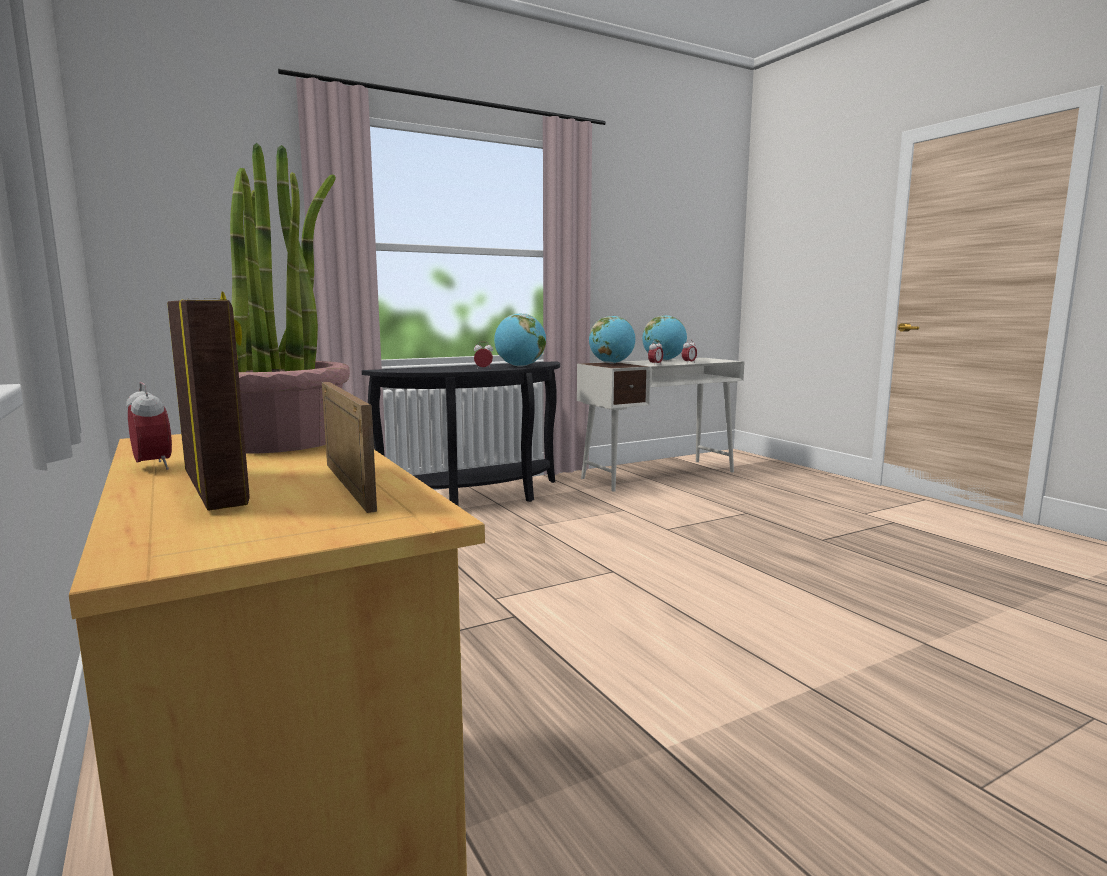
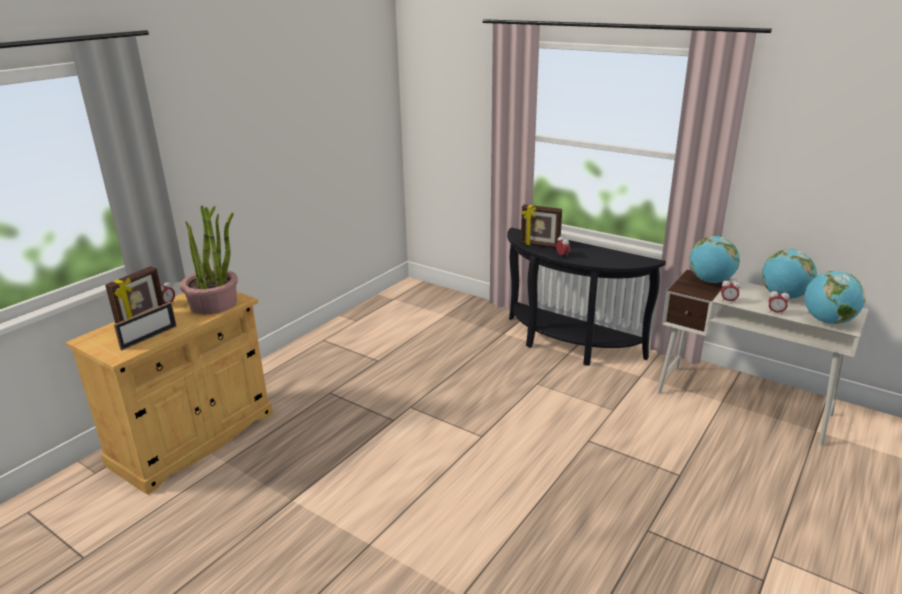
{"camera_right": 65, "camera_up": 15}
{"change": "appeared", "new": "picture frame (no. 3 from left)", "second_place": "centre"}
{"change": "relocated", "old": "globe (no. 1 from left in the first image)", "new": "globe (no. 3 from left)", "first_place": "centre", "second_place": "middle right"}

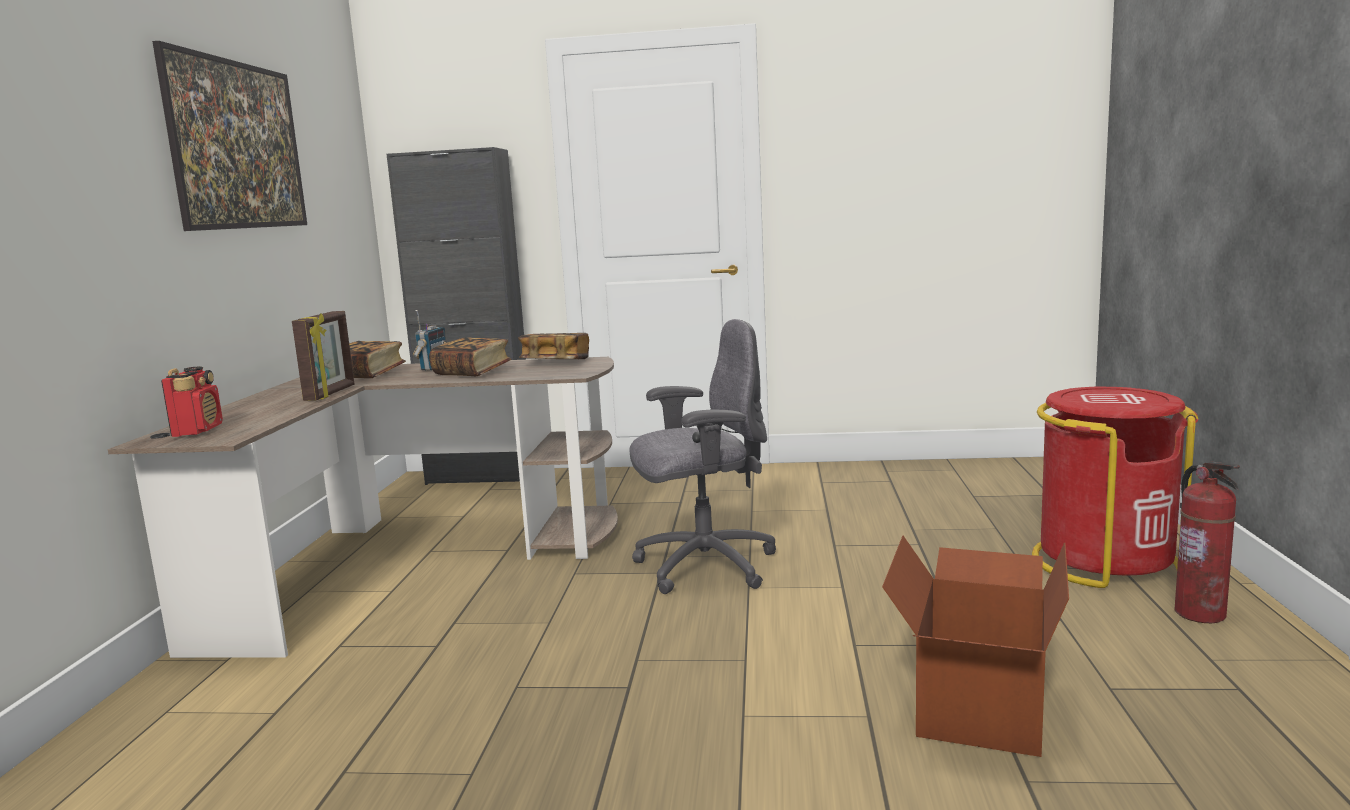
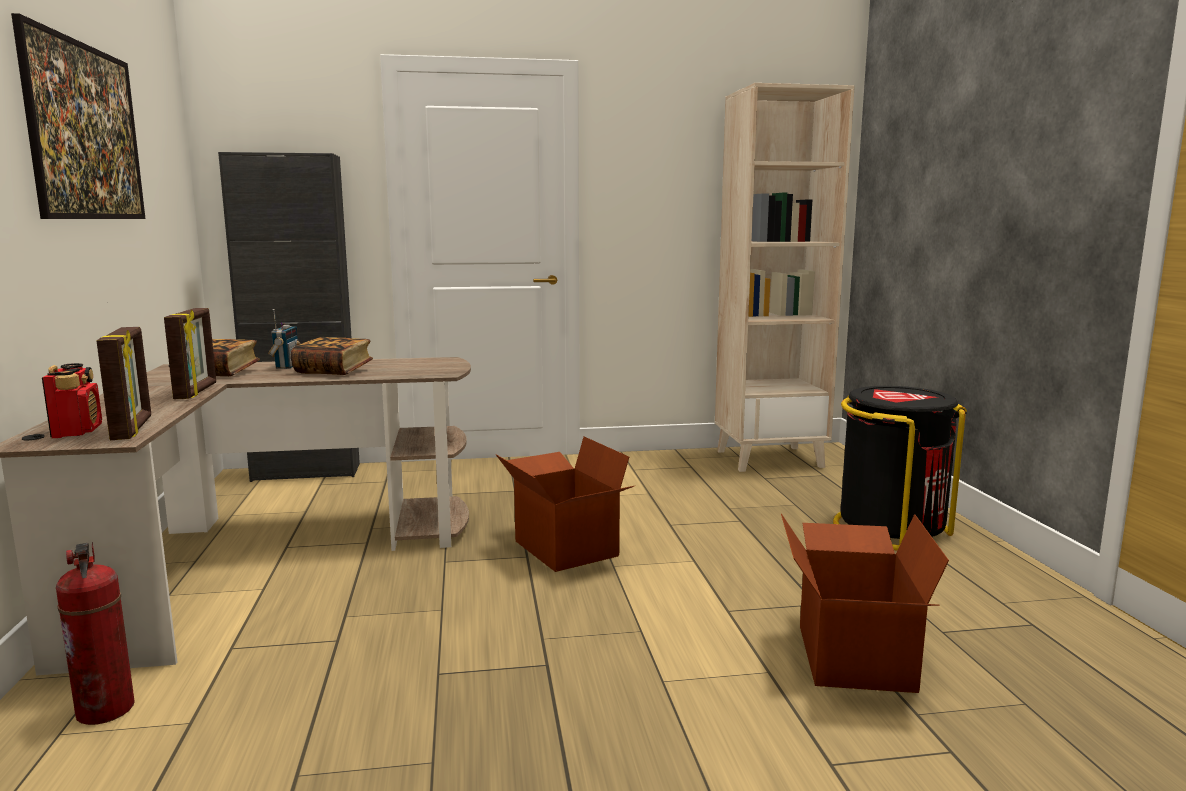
{"camera_right": -15, "camera_up": 0}
{"change": "missing", "old": "book (no. 3 from left)", "first_place": "centre"}
{"change": "appeared", "new": "picture frame (no. 1 from left)", "second_place": "middle left"}
{"change": "appeared", "new": "beige bookcase", "second_place": "centre"}
{"change": "relocated", "old": "fire extinguisher", "first_place": "bottom right", "second_place": "bottom left"}
{"change": "exchanged", "old": "grey office chair", "new": "cardboard box (no. 1 from left)", "first_place": "centre", "second_place": "centre"}
{"change": "colour", "old": "red trash can", "new": "black trash can", "first_place": "middle right", "second_place": "middle right"}

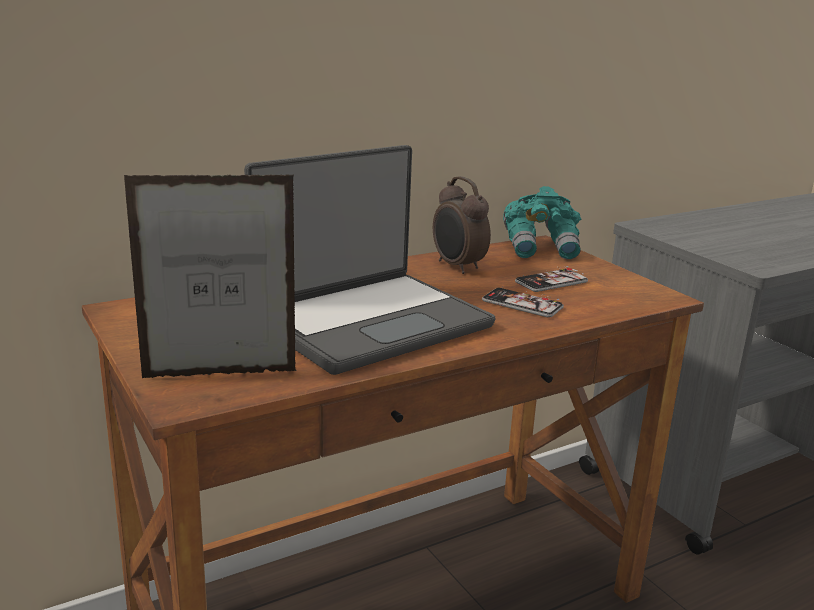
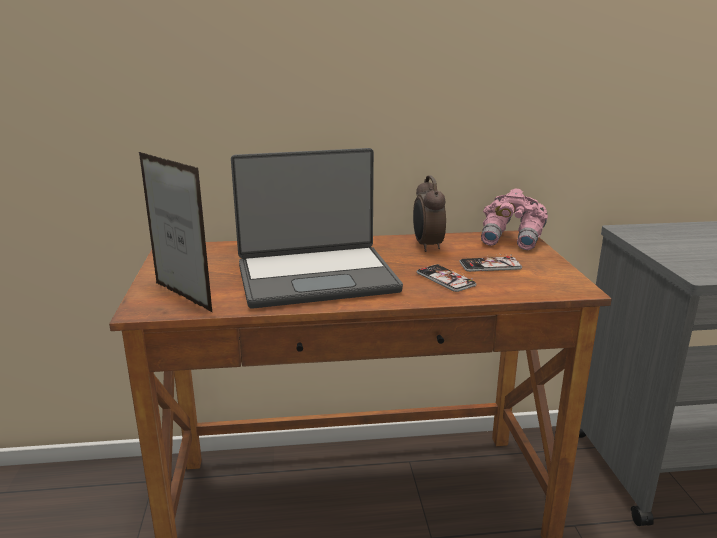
{"camera_right": 25, "camera_up": 0}
{"change": "colour", "old": "turquoise binoculars", "new": "pink binoculars", "first_place": "centre", "second_place": "middle right"}
{"change": "spun", "old": "picture frame", "first_place": "middle left", "second_place": "middle left", "degrees": -150}

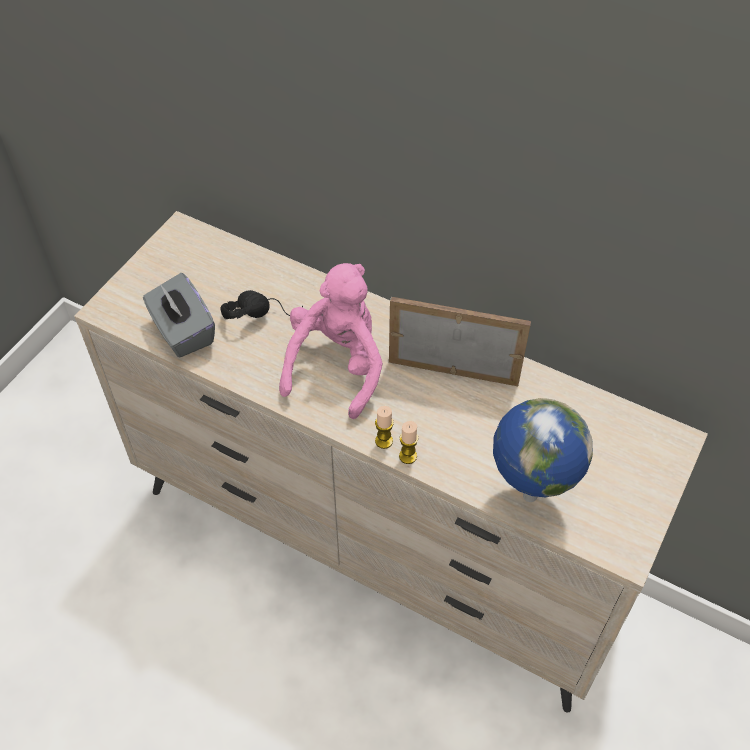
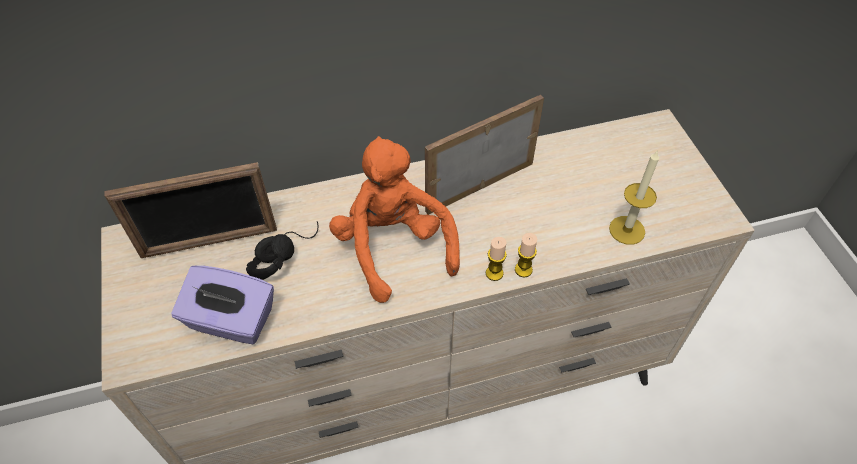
{"camera_right": -45, "camera_up": 0}
{"change": "appeared", "new": "picture frame (no. 1 from left)", "second_place": "middle left"}
{"change": "exchanged", "old": "globe", "new": "candle (no. 3 from left)", "first_place": "middle right", "second_place": "middle right"}
{"change": "colour", "old": "grey tissue box", "new": "purple tissue box", "first_place": "middle left", "second_place": "middle left"}
{"change": "colour", "old": "pink plush toy", "new": "orange plush toy", "first_place": "centre", "second_place": "centre"}

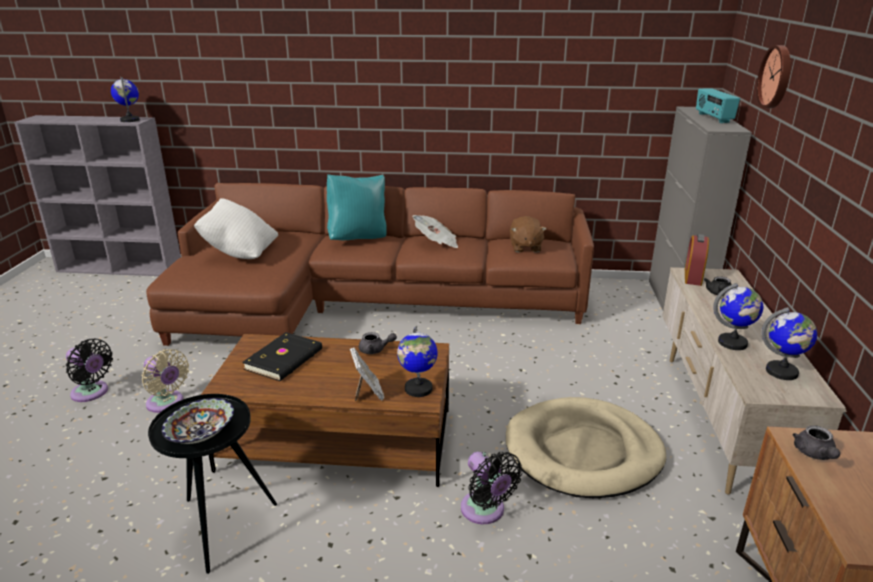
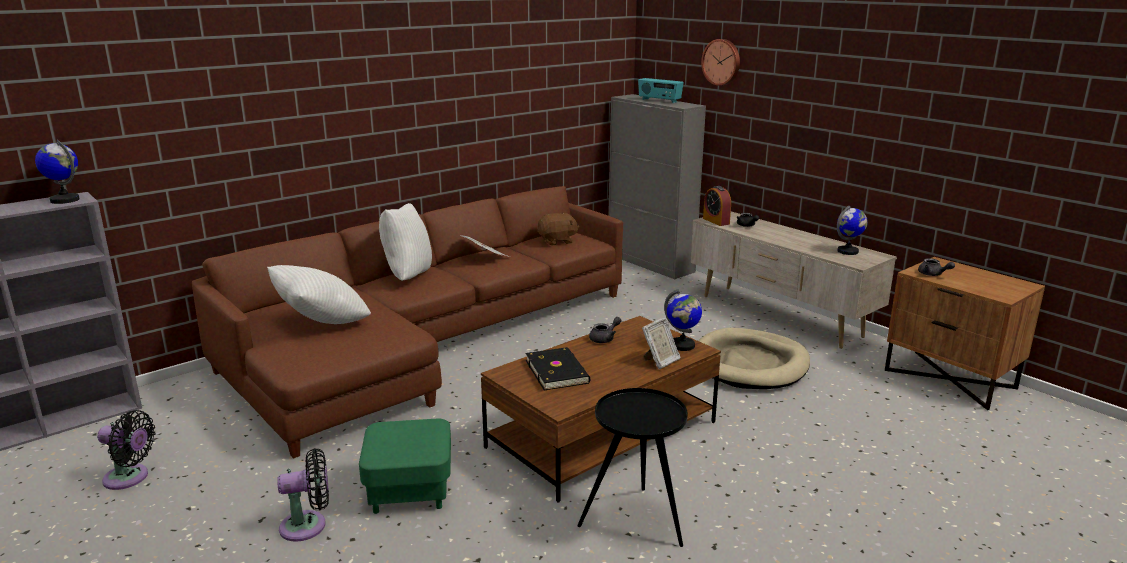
{"camera_right": -45, "camera_up": -5}
{"change": "missing", "old": "bowl", "first_place": "bottom left"}
{"change": "missing", "old": "globe (no. 3 from left)", "first_place": "middle right"}
{"change": "relocated", "old": "black fan (no. 2 from left in the first image)", "new": "black fan (no. 1 from left)", "first_place": "bottom centre", "second_place": "bottom left"}
{"change": "exchanged", "old": "beige fan", "new": "green ottoman", "first_place": "middle left", "second_place": "bottom centre"}
{"change": "colour", "old": "turquoise pillow", "new": "white pillow (no. 2 from left)", "first_place": "centre", "second_place": "centre"}
{"change": "spun", "old": "picture frame", "first_place": "centre", "second_place": "centre", "degrees": 105}
{"change": "spun", "old": "brown plush toy", "first_place": "centre", "second_place": "centre", "degrees": -60}

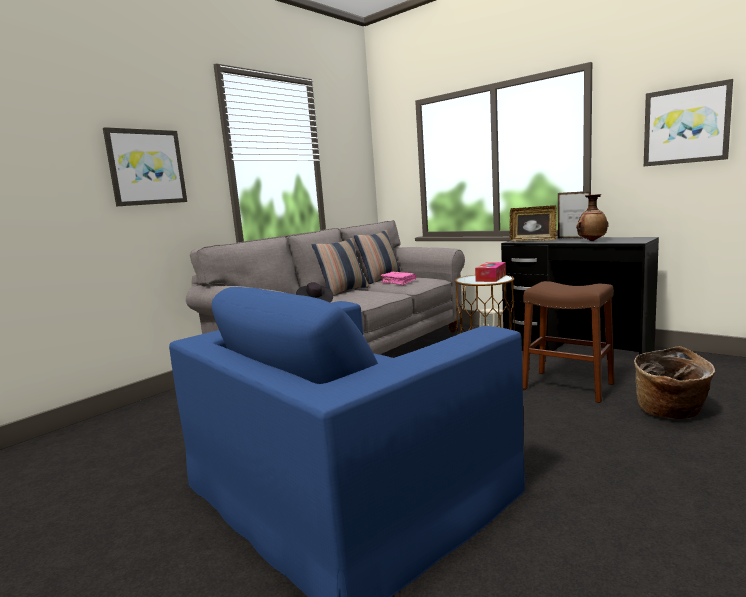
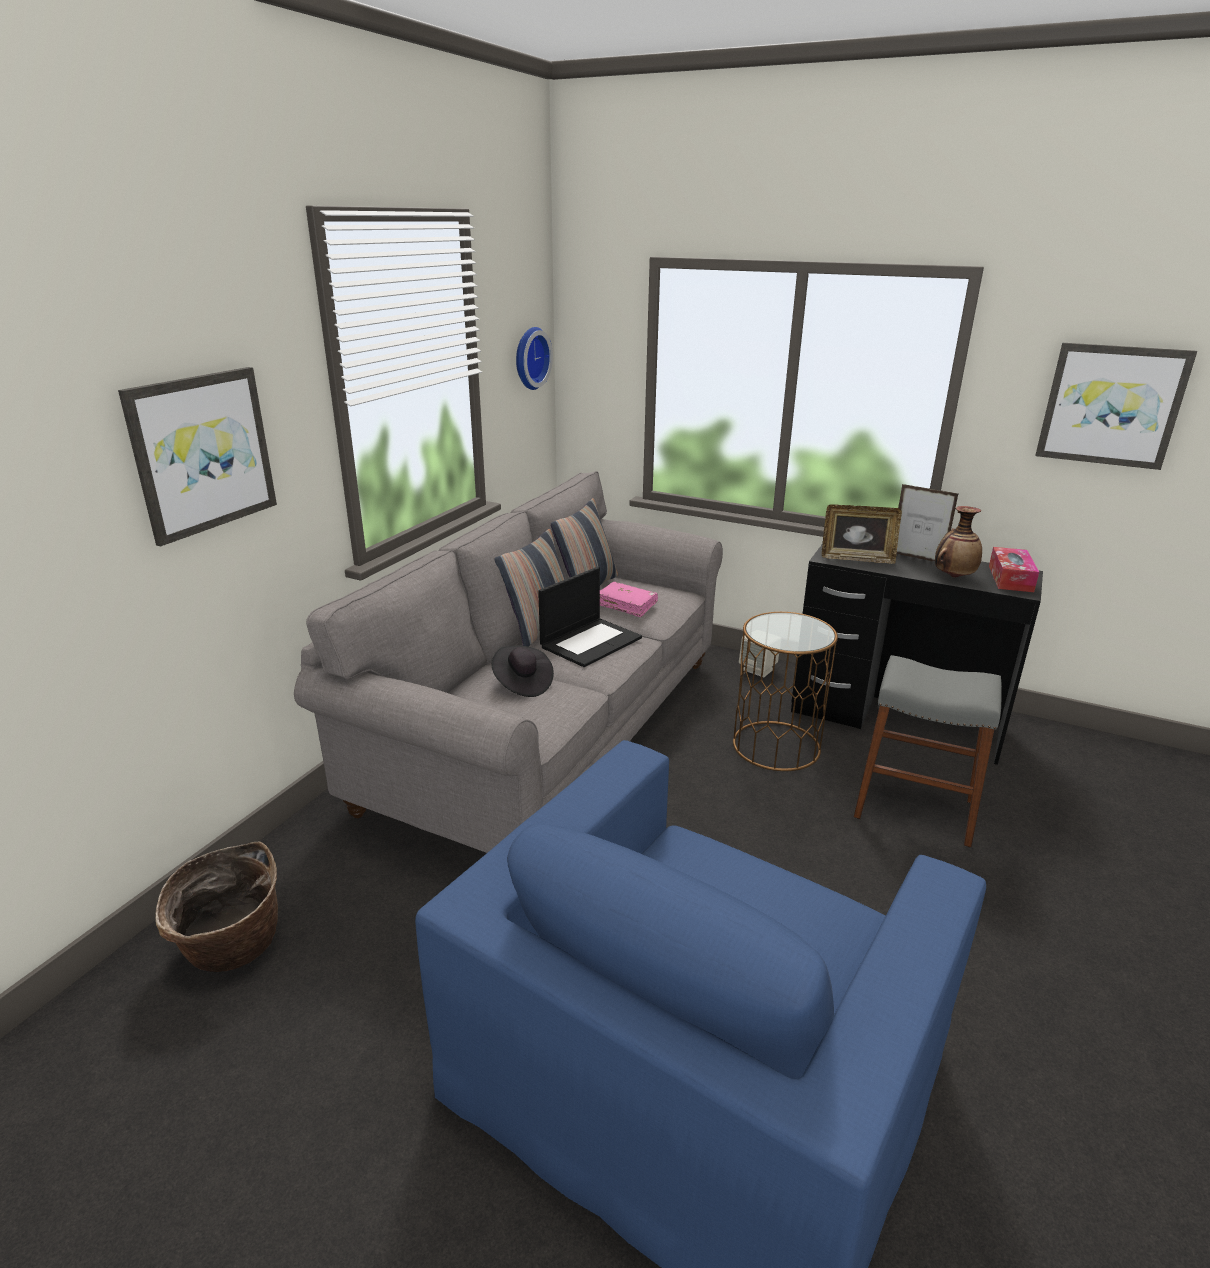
{"camera_right": -15, "camera_up": 15}
{"change": "appeared", "new": "wall clock", "second_place": "top centre"}
{"change": "appeared", "new": "laptop", "second_place": "centre"}
{"change": "relocated", "old": "tissue box", "first_place": "centre", "second_place": "middle right"}
{"change": "relocated", "old": "basket", "first_place": "middle right", "second_place": "bottom left"}
{"change": "colour", "old": "brown stool", "new": "grey stool", "first_place": "middle right", "second_place": "middle right"}

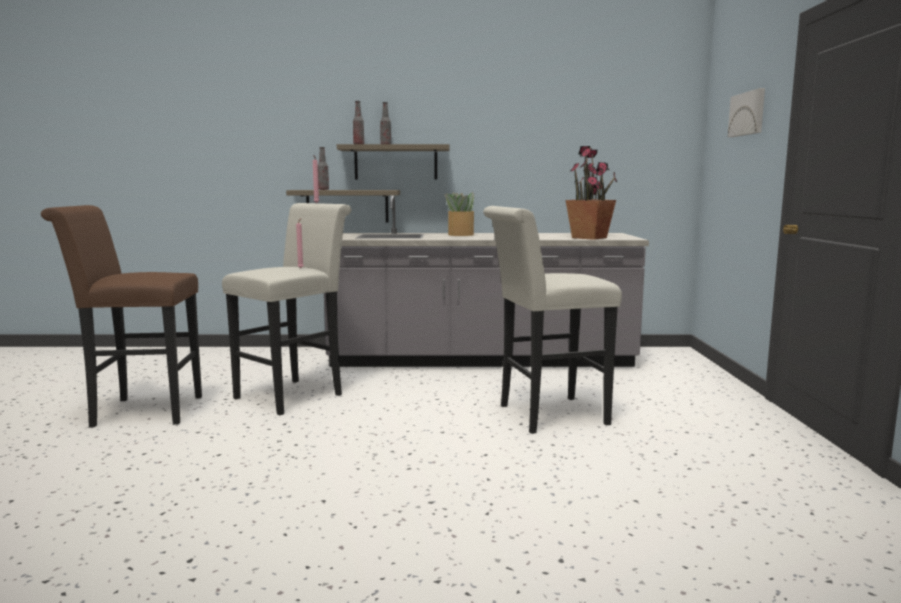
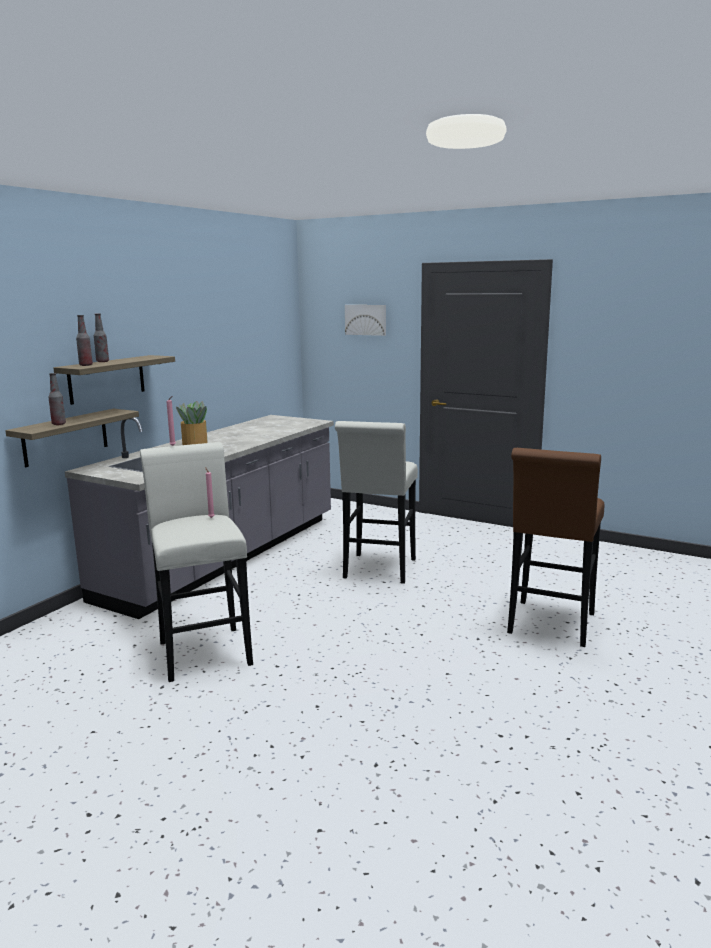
{"camera_right": -60, "camera_up": 5}
{"change": "missing", "old": "potted plant (no. 2 from left)", "first_place": "top centre"}
{"change": "relocated", "old": "brown stool", "first_place": "middle left", "second_place": "middle right"}

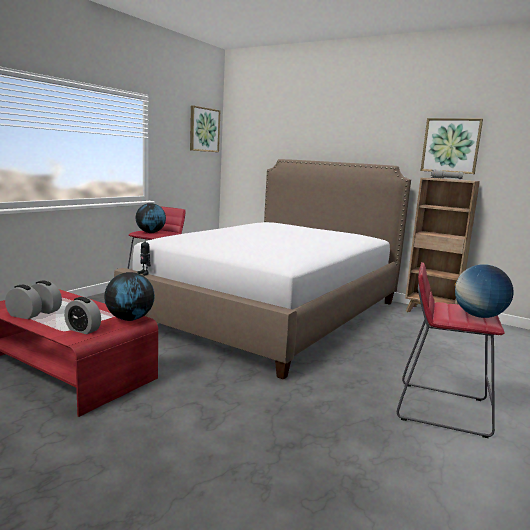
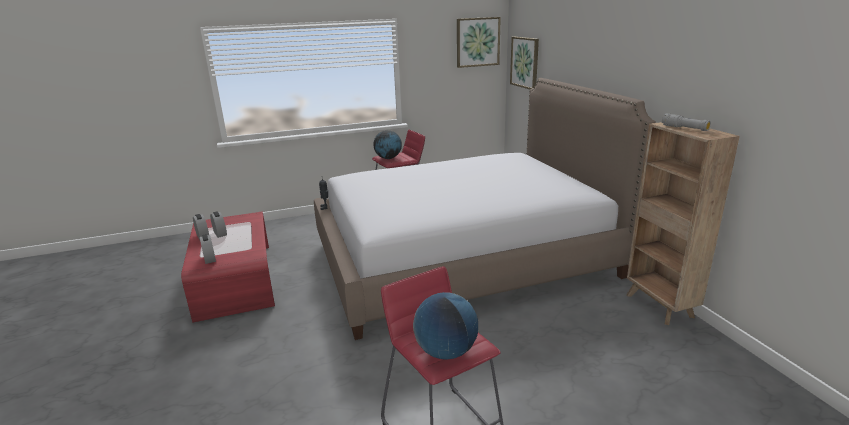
{"camera_right": 40, "camera_up": 10}
{"change": "missing", "old": "globe (no. 1 from left)", "first_place": "middle left"}
{"change": "relocated", "old": "picture (no. 2 from left)", "first_place": "top right", "second_place": "top centre"}

